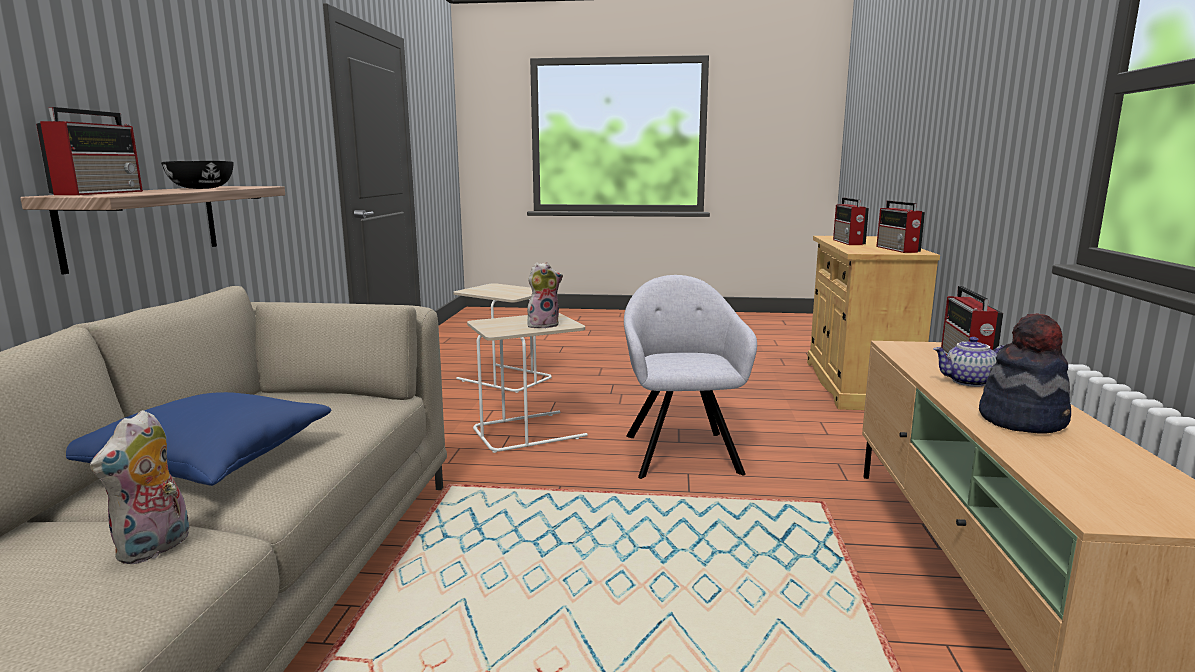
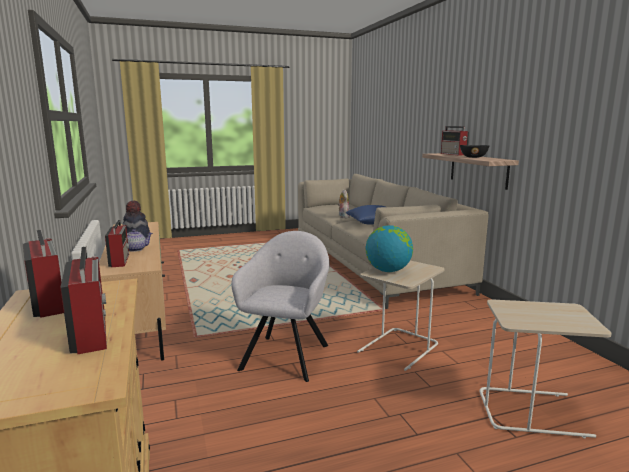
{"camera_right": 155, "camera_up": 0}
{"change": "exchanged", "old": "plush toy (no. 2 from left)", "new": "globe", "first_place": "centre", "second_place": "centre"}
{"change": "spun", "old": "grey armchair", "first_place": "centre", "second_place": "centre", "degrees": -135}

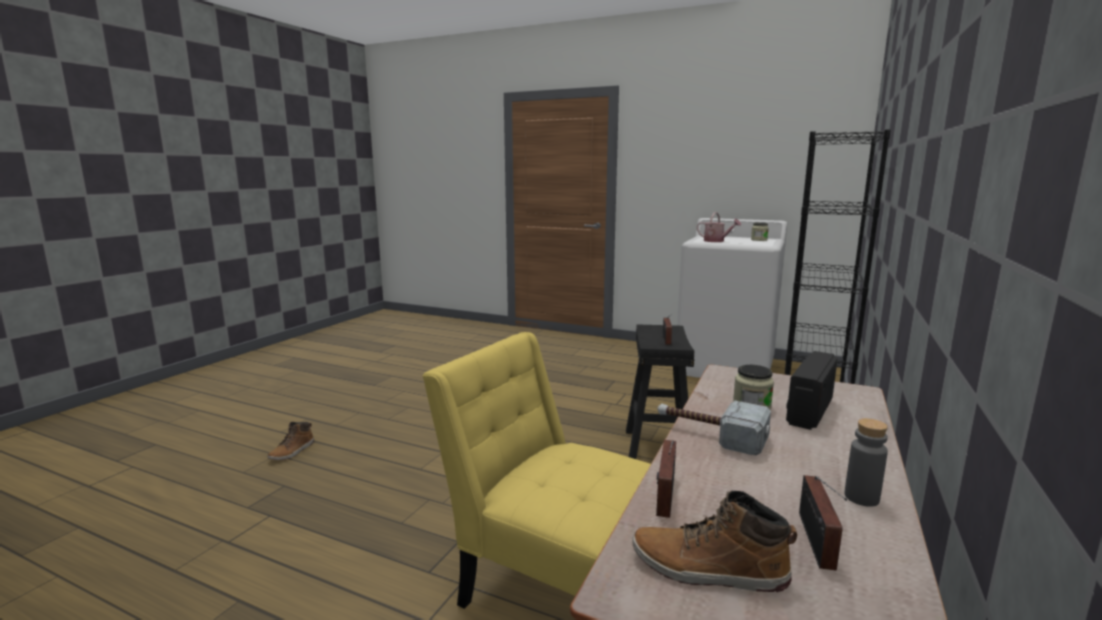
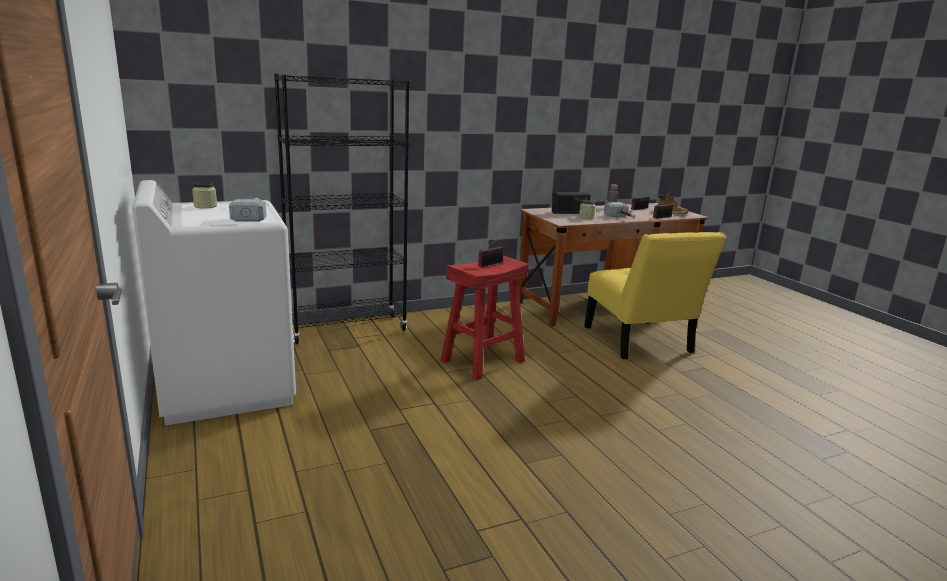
{"camera_right": -140, "camera_up": 5}
{"change": "missing", "old": "boot (no. 1 from left)", "first_place": "bottom left"}
{"change": "exchanged", "old": "watering can", "new": "hammer (no. 1 from left)", "first_place": "centre", "second_place": "middle left"}
{"change": "colour", "old": "black stool", "new": "red stool", "first_place": "centre", "second_place": "centre"}

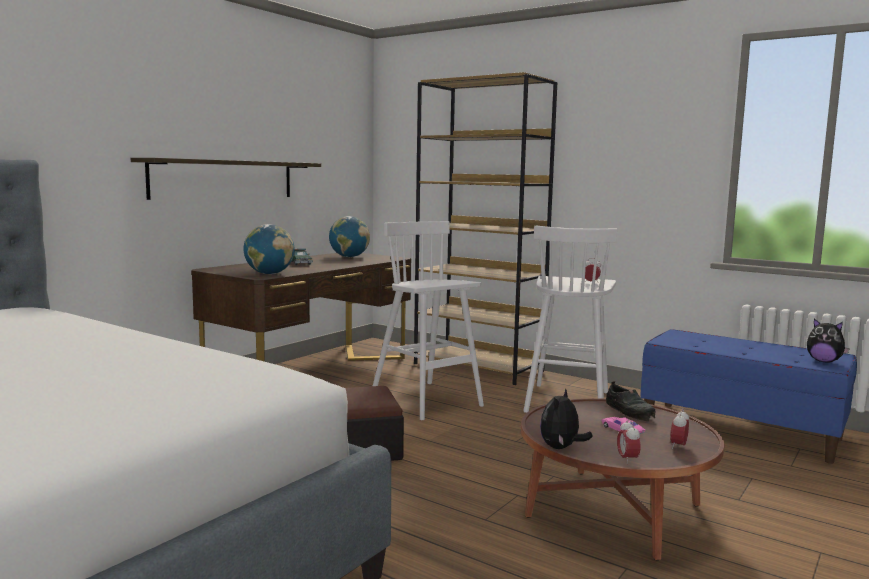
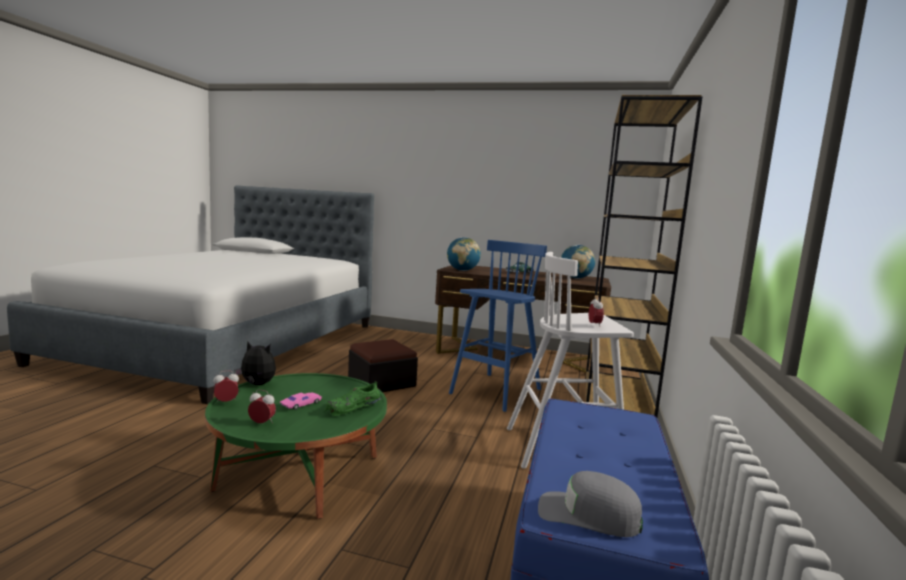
{"camera_right": 70, "camera_up": 0}
{"change": "missing", "old": "shelf", "first_place": "top left"}
{"change": "exchanged", "old": "plush toy (no. 2 from left)", "new": "grey cap", "first_place": "middle right", "second_place": "bottom centre"}
{"change": "colour", "old": "white stool (no. 1 from left)", "new": "blue stool", "first_place": "centre", "second_place": "centre"}
{"change": "colour", "old": "brown coffee table", "new": "green coffee table", "first_place": "bottom right", "second_place": "bottom left"}
{"change": "colour", "old": "black shoe", "new": "green shoe", "first_place": "bottom right", "second_place": "bottom centre"}

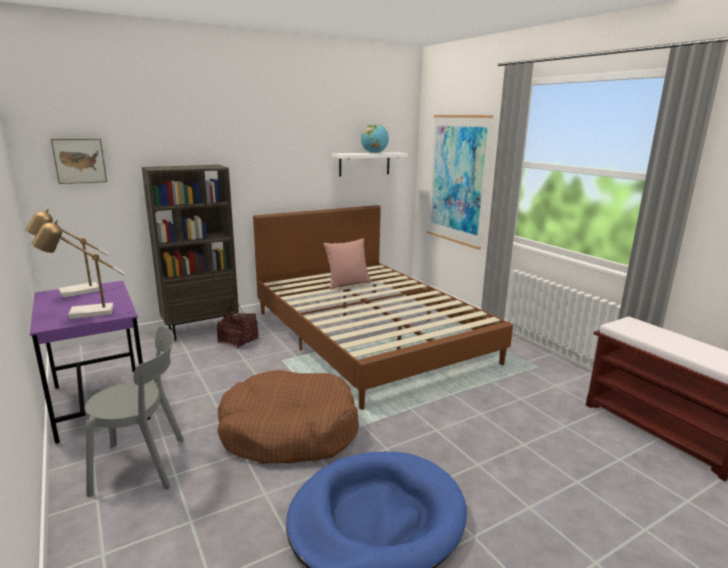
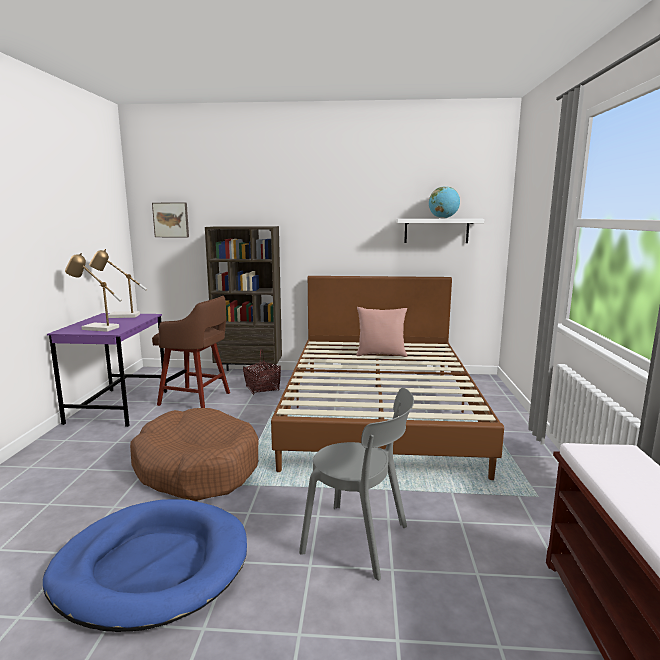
{"camera_right": 35, "camera_up": -5}
{"change": "missing", "old": "picture (no. 2 from left)", "first_place": "top centre"}
{"change": "appeared", "new": "brown stool", "second_place": "middle left"}
{"change": "relocated", "old": "grey chair", "first_place": "bottom left", "second_place": "bottom centre"}

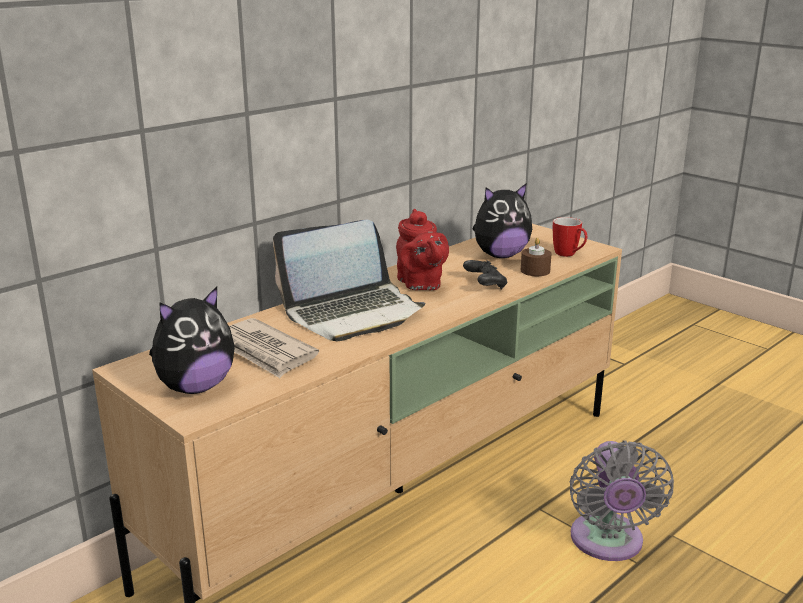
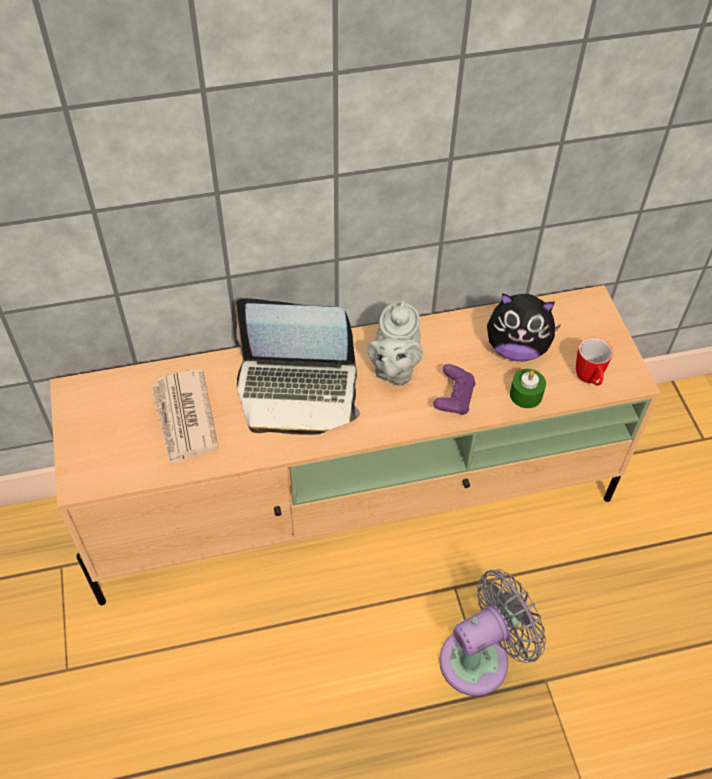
{"camera_right": 30, "camera_up": 30}
{"change": "missing", "old": "plush toy (no. 1 from left)", "first_place": "middle left"}
{"change": "colour", "old": "red teapot", "new": "grey teapot", "first_place": "centre", "second_place": "centre"}
{"change": "colour", "old": "black game controller", "new": "purple game controller", "first_place": "centre", "second_place": "centre"}
{"change": "colour", "old": "brown candle", "new": "green candle", "first_place": "middle right", "second_place": "middle right"}
{"change": "spun", "old": "grey fan", "first_place": "bottom right", "second_place": "bottom right", "degrees": -150}

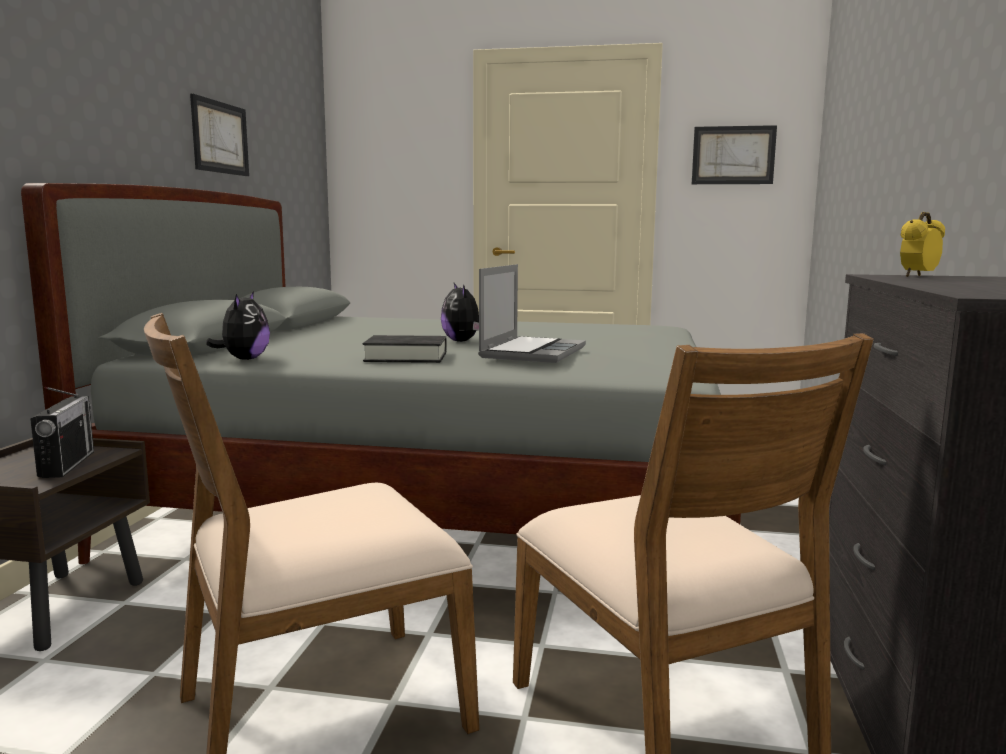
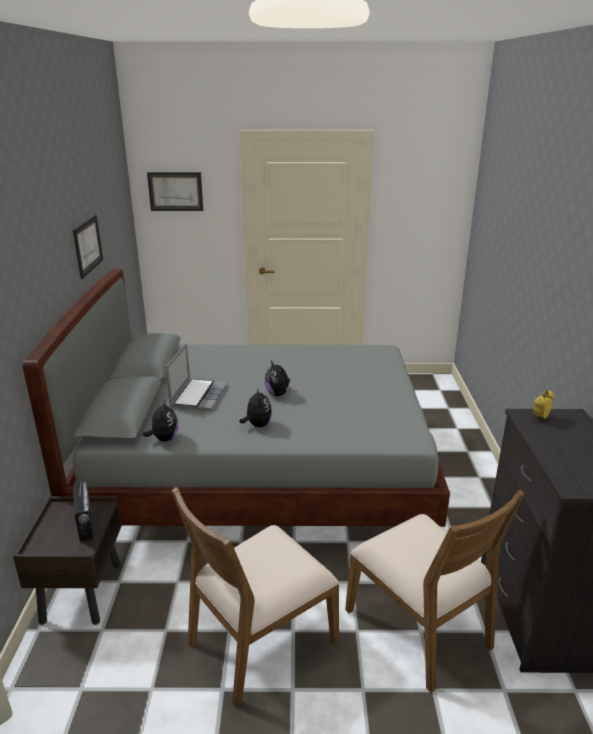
{"camera_right": -10, "camera_up": 15}
{"change": "relocated", "old": "laptop", "first_place": "centre", "second_place": "middle left"}
{"change": "relocated", "old": "picture (no. 2 from left)", "first_place": "top right", "second_place": "top left"}
{"change": "exchanged", "old": "black book", "new": "plush toy (no. 2 from left)", "first_place": "centre", "second_place": "centre"}

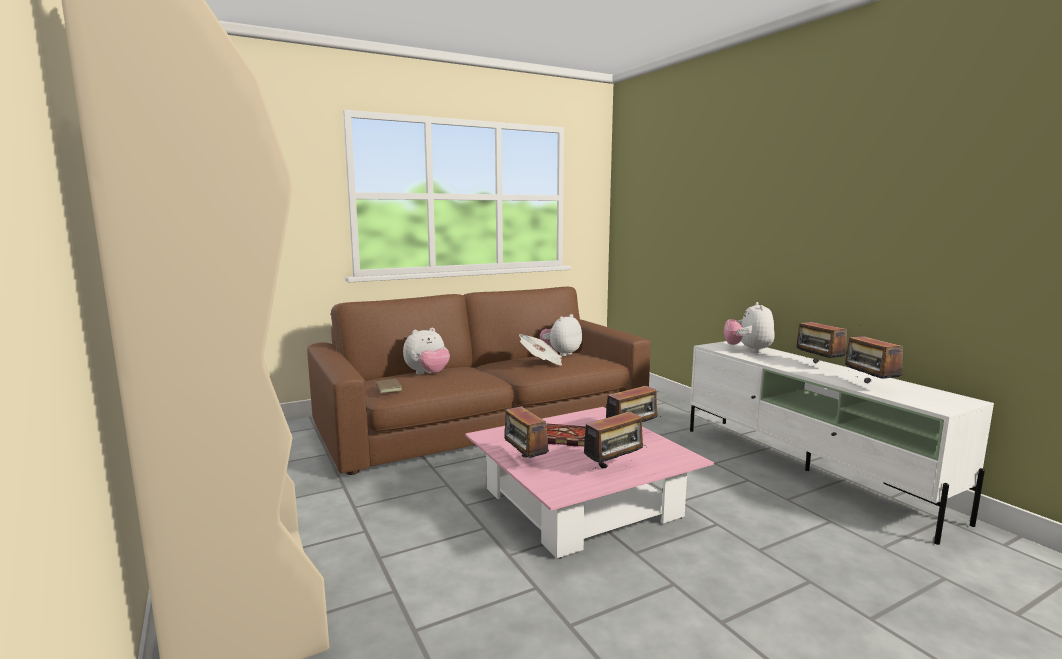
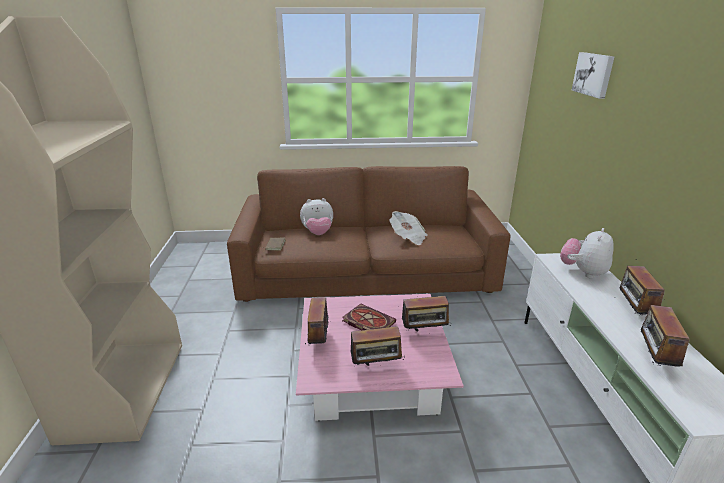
{"camera_right": 25, "camera_up": 15}
{"change": "missing", "old": "plush toy (no. 2 from left)", "first_place": "centre"}
{"change": "appeared", "new": "picture", "second_place": "top right"}

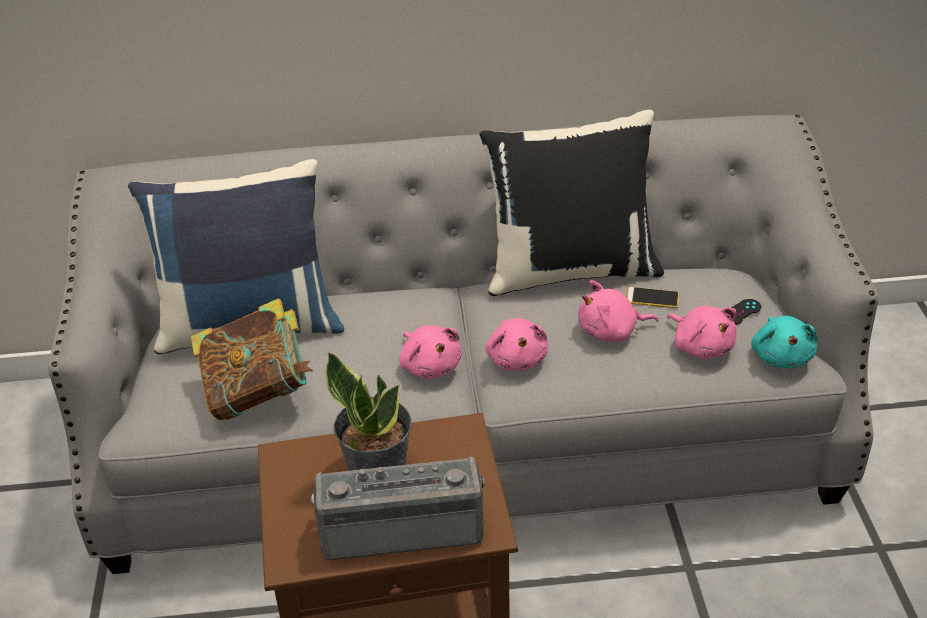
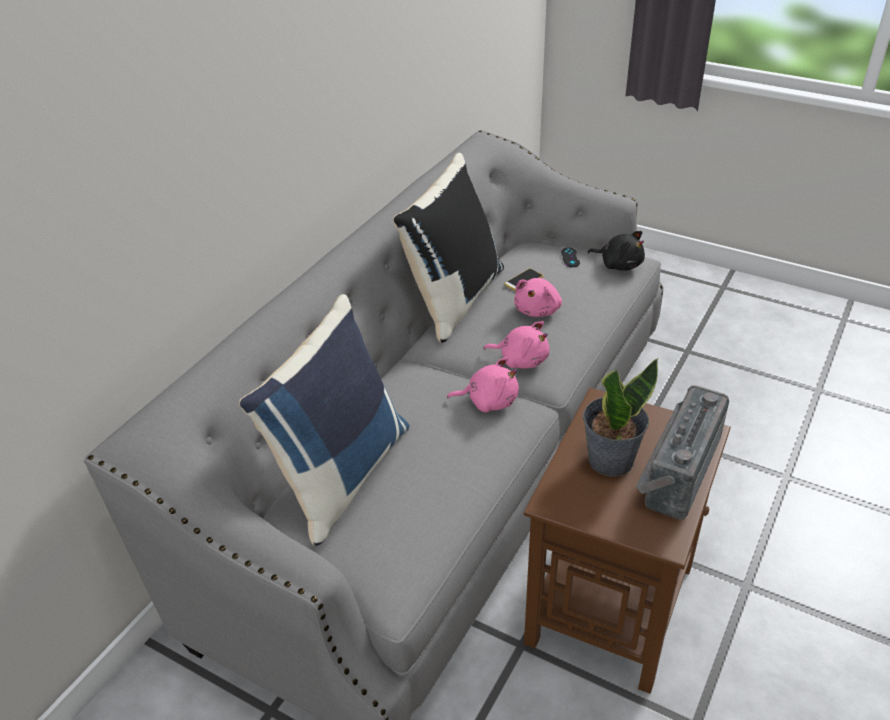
{"camera_right": -55, "camera_up": 0}
{"change": "missing", "old": "book", "first_place": "middle left"}
{"change": "missing", "old": "pink plush toy (no. 4 from left)", "first_place": "middle right"}
{"change": "colour", "old": "turquoise plush toy", "new": "black plush toy", "first_place": "middle right", "second_place": "middle right"}

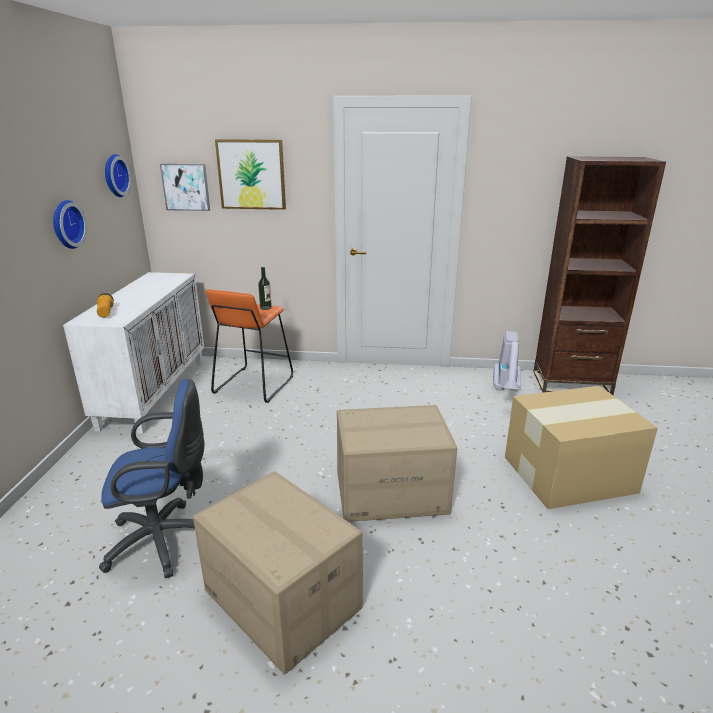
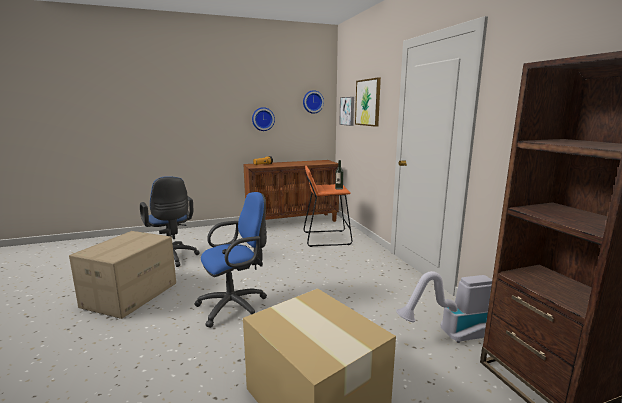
{"camera_right": 65, "camera_up": -10}
{"change": "exchanged", "old": "cardboard box (no. 2 from left)", "new": "blue office chair (no. 2 from left)", "first_place": "centre", "second_place": "centre"}
{"change": "colour", "old": "white cabinet", "new": "brown cabinet", "first_place": "middle left", "second_place": "centre"}

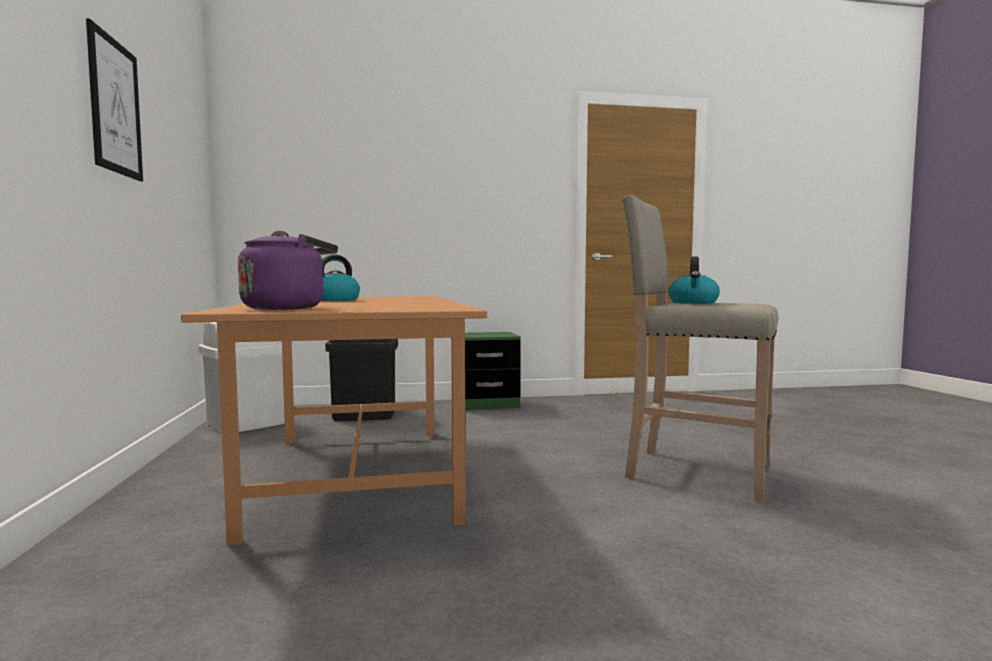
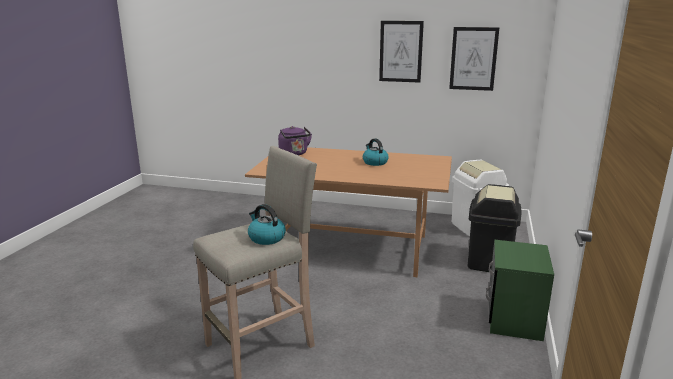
{"camera_right": 115, "camera_up": 15}
{"change": "appeared", "new": "picture (no. 2 from left)", "second_place": "top right"}

